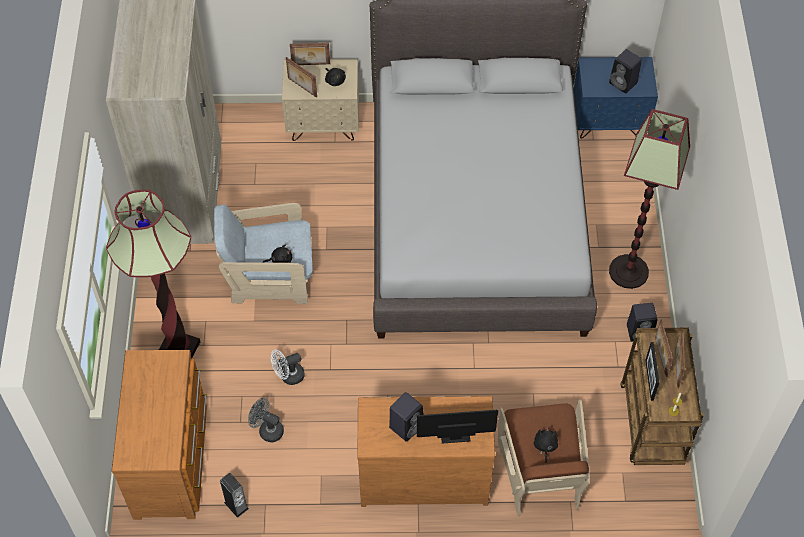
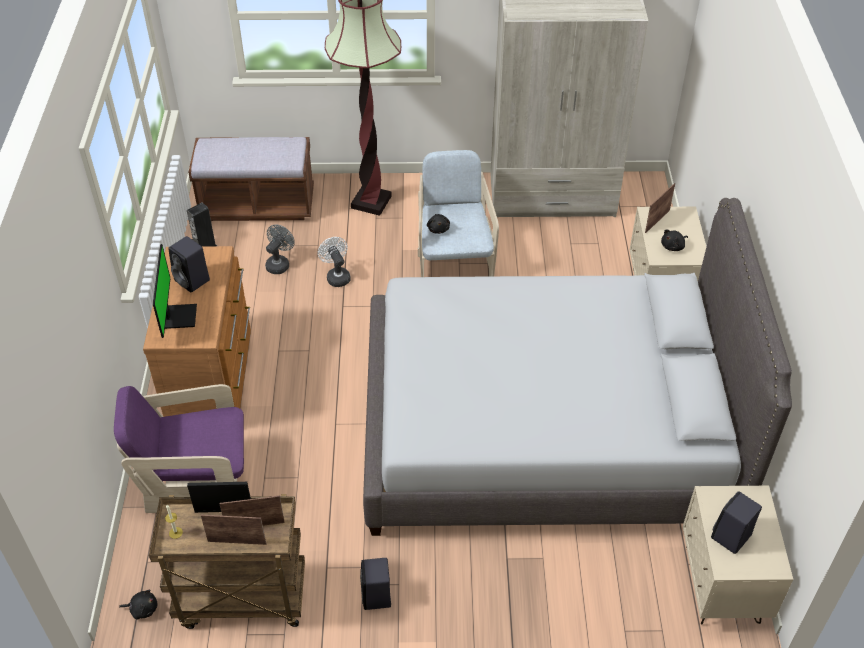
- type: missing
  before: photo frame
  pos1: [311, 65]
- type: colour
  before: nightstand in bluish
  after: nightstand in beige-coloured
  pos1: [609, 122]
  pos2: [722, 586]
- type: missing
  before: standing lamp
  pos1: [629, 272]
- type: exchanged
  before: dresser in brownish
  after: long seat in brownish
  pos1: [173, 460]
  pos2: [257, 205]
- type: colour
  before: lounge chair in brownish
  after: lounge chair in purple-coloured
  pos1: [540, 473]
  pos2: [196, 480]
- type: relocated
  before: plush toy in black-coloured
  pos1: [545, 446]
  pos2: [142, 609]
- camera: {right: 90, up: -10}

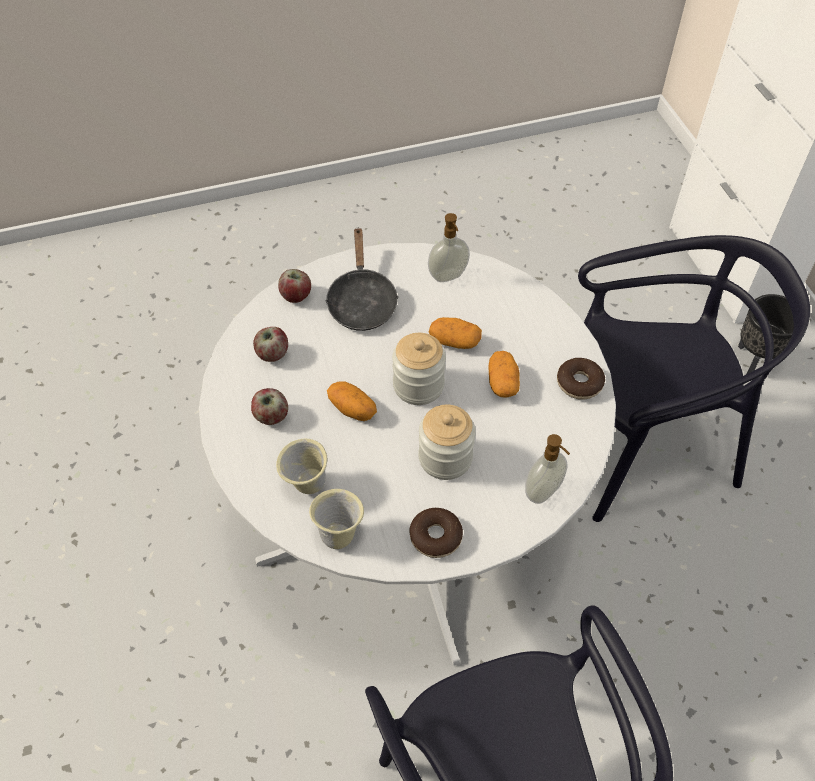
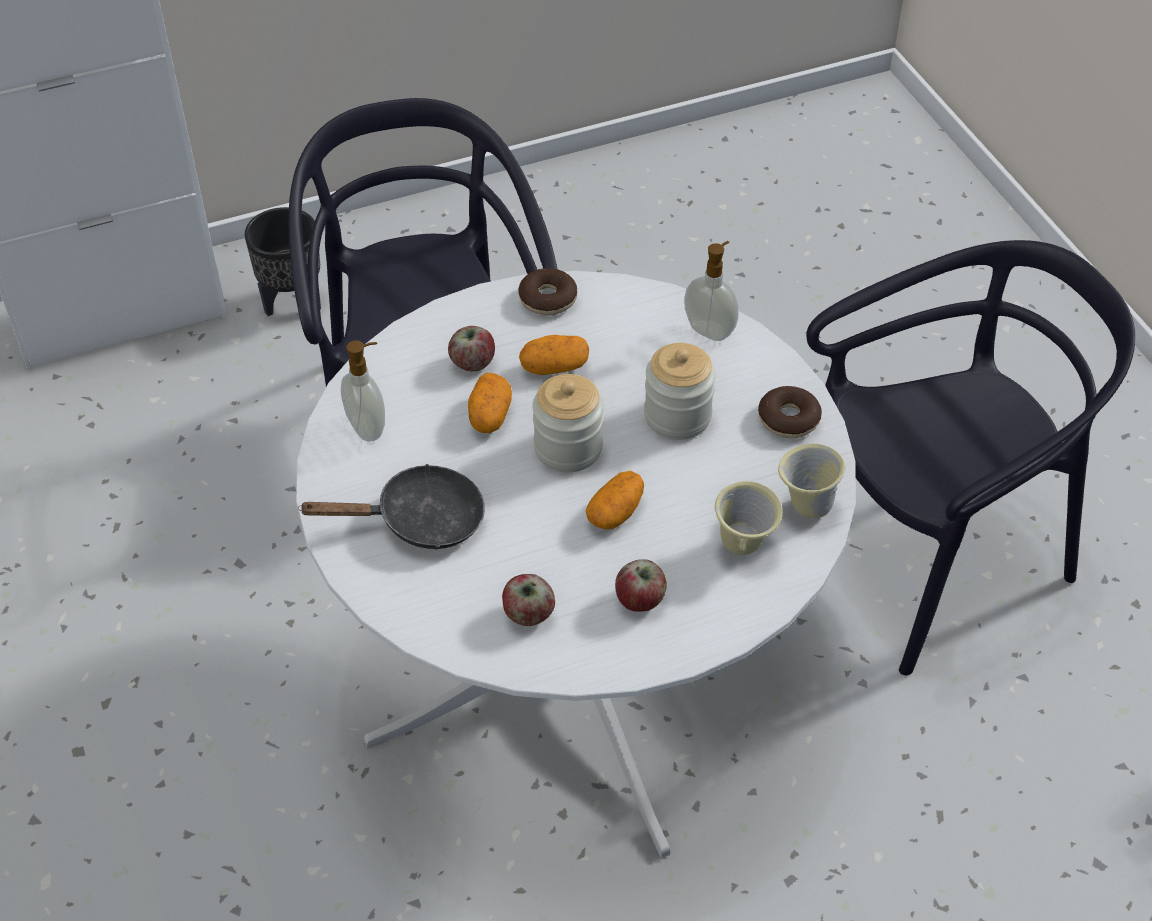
- type: relocated
  before: apple
  pos1: [296, 296]
  pos2: [472, 363]
- camera: {right: -95, up: -5}

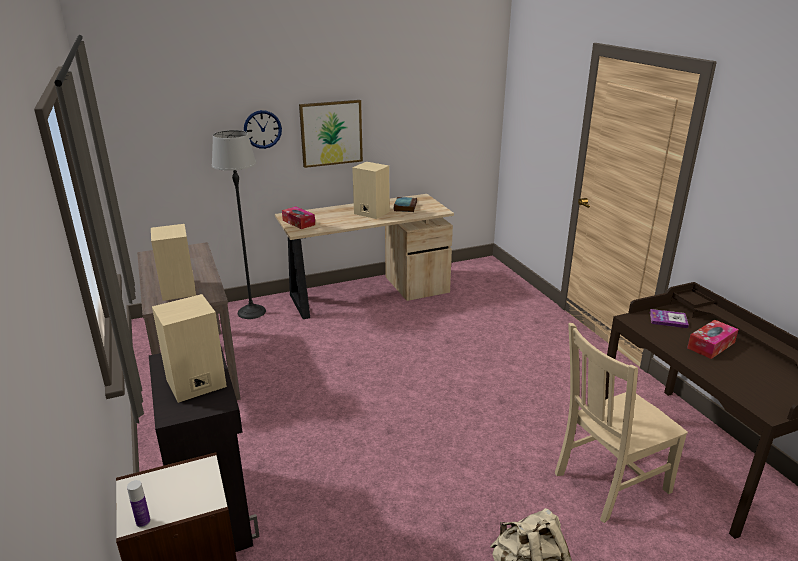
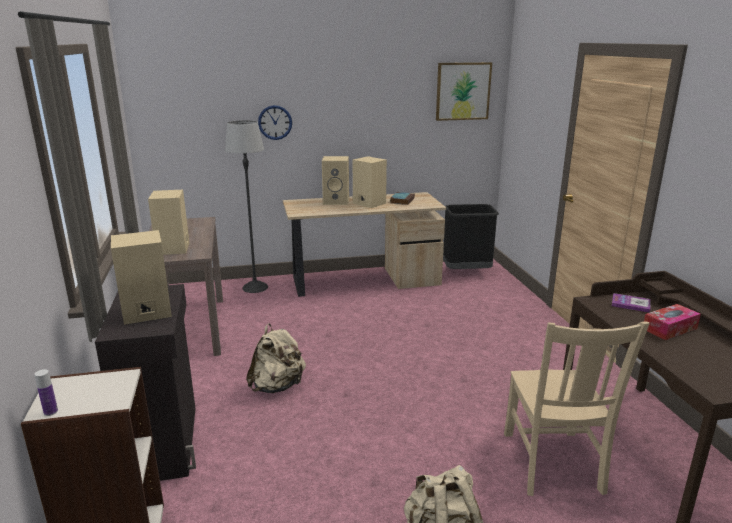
- type: relocated
  before: picture
  pos1: [331, 133]
  pos2: [463, 91]
- type: missing
  before: tissue box
  pos1: [298, 222]
- type: spun
  before: plain chair in beige-coloured
  pos1: [608, 483]
  pos2: [552, 464]
  turn: -75
- type: appeared
  after: speaker in beige-coloured
  pos2: [337, 201]
- type: appeared
  after: waste bin in black-coloured
  pos2: [466, 272]
- type: appeared
  after: knapsack in beige-coloured
  pos2: [277, 386]
- camera: {right: 10, up: -5}

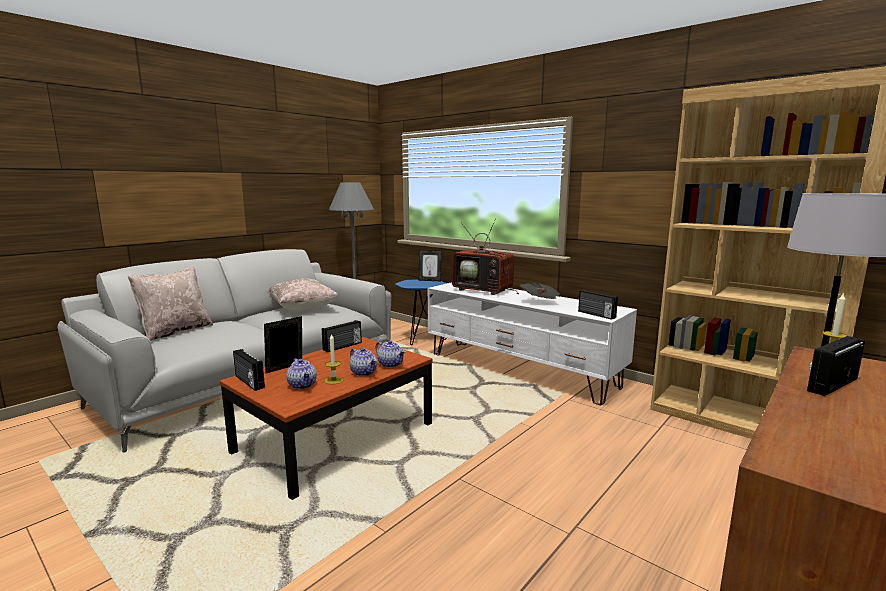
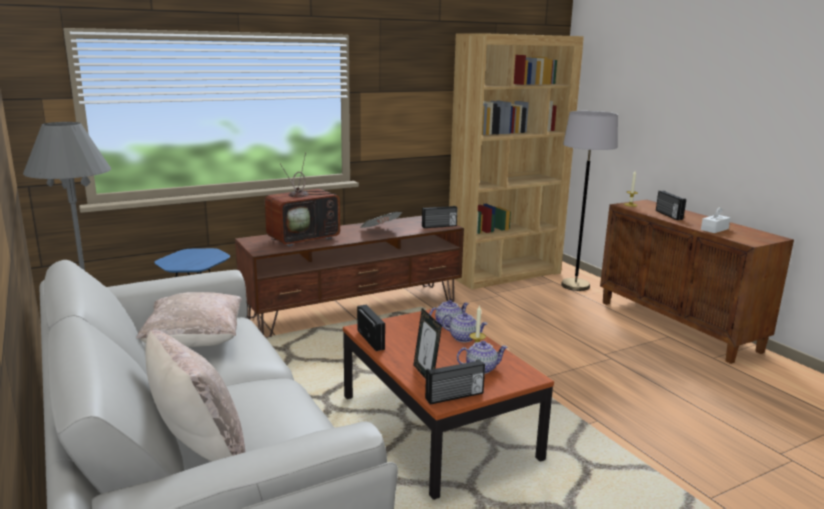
- type: missing
  before: photo frame
  pos1: [430, 280]
- type: colour
  before: tv unit in whitish
  after: tv unit in brownish
  pos1: [520, 370]
  pos2: [355, 309]
- type: spun
  before: tea pot
  pos1: [364, 373]
  pos2: [464, 338]
  turn: 45
- type: appeared
  after: tissue box in whitish
  pos2: [714, 229]
- camera: {right: -70, up: 5}

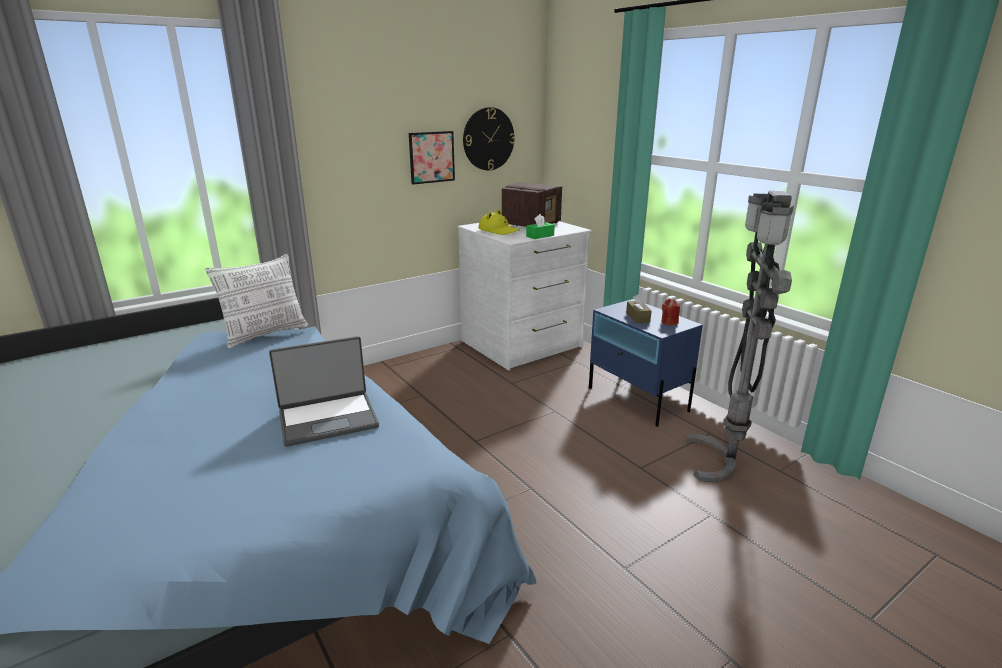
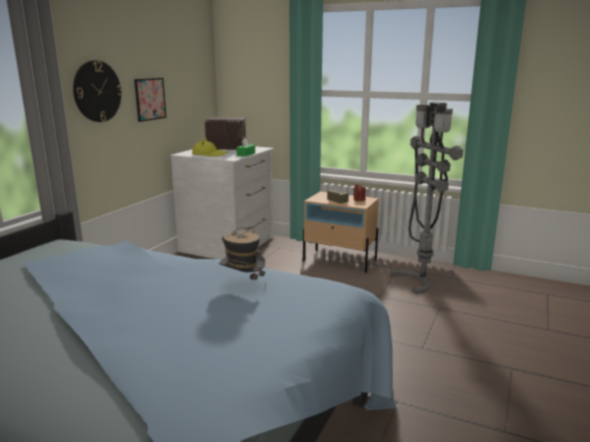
- type: relocated
  before: hanging clock
  pos1: [488, 139]
  pos2: [97, 91]
- type: missing
  before: pillow
  pos1: [265, 334]
- type: colour
  before: nightstand in bluish
  after: nightstand in beige-coloured
  pos1: [637, 399]
  pos2: [340, 260]
- type: exchanged
  before: portable computer
  after: clothing hat
  pos1: [328, 419]
  pos2: [243, 285]
- camera: {right: -30, up: -5}

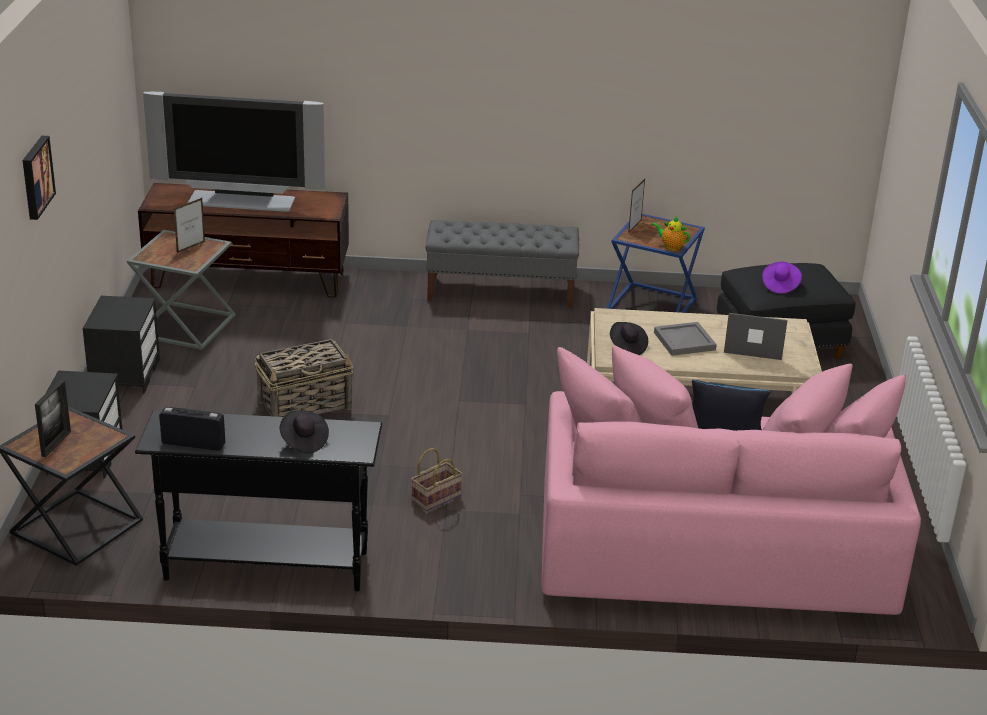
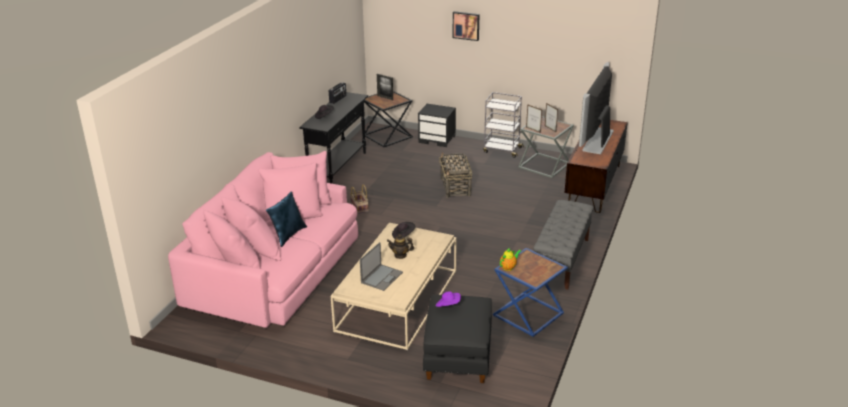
- type: relocated
  before: photo frame
  pos1: [634, 227]
  pos2: [533, 130]
- type: exchanged
  before: nightstand in black-coloured
  after: wheeled cart in greyish
  pos1: [124, 374]
  pos2: [502, 150]
- type: exchanged
  before: carrying tray in greyish
  after: tea pot
  pos1: [685, 341]
  pos2: [400, 255]
- camera: {right: 110, up: 0}

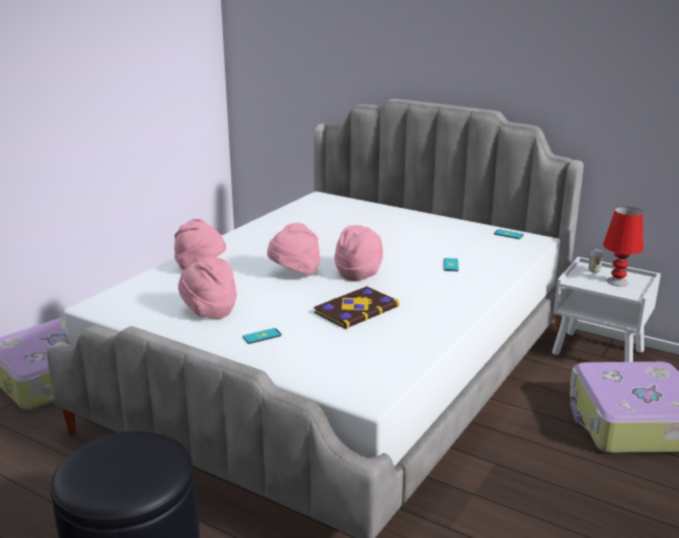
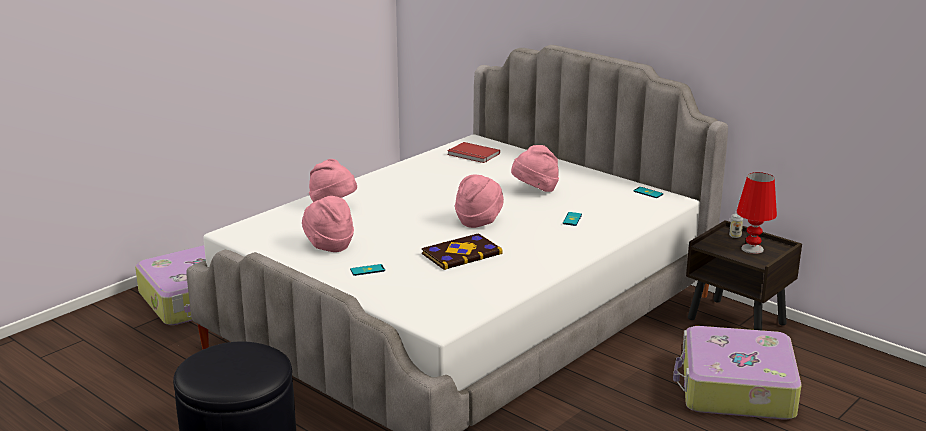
- type: relocated
  before: clothing hat in pink-coloured
  pos1: [294, 273]
  pos2: [535, 190]
- type: colour
  before: nightstand in whitish
  after: nightstand in brownish
  pos1: [599, 353]
  pos2: [737, 322]
- type: appeared
  after: bound book in red-coloured
  pos2: [473, 155]
- camera: {right: 10, up: 0}

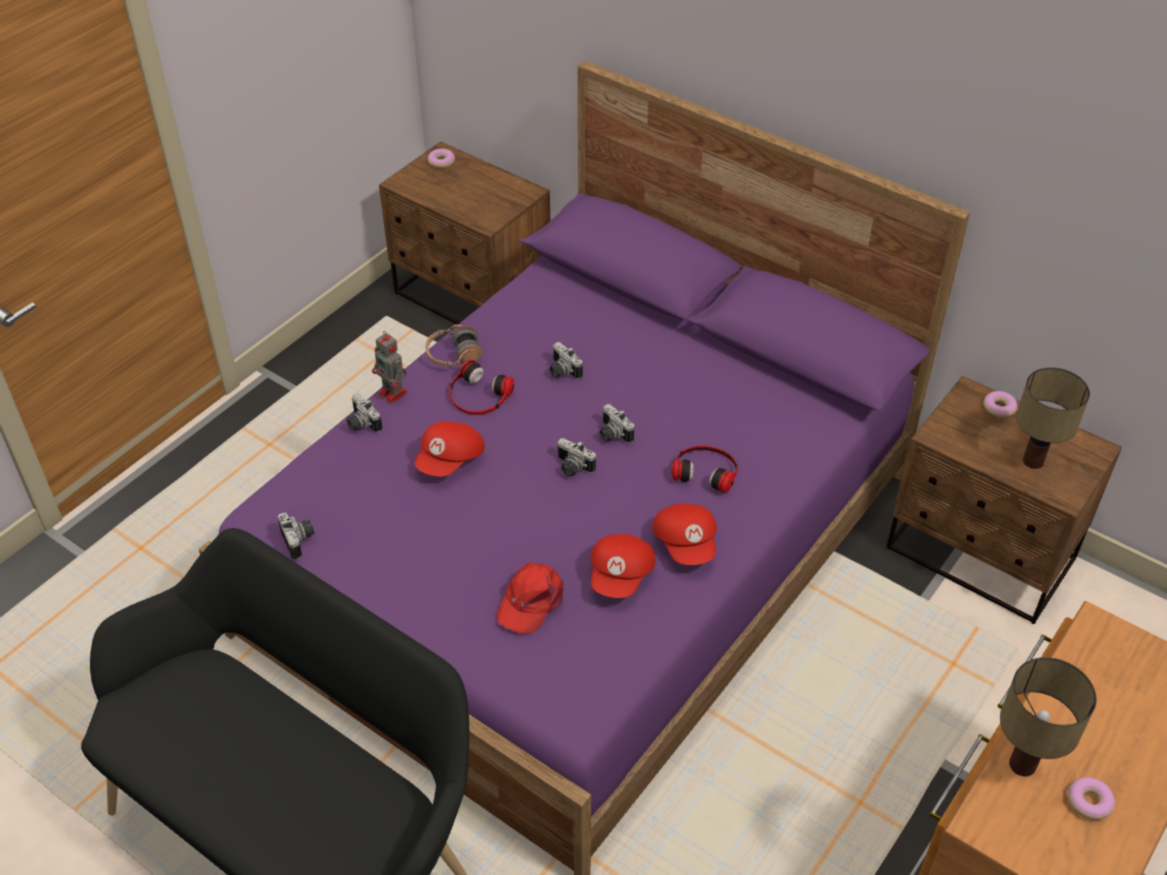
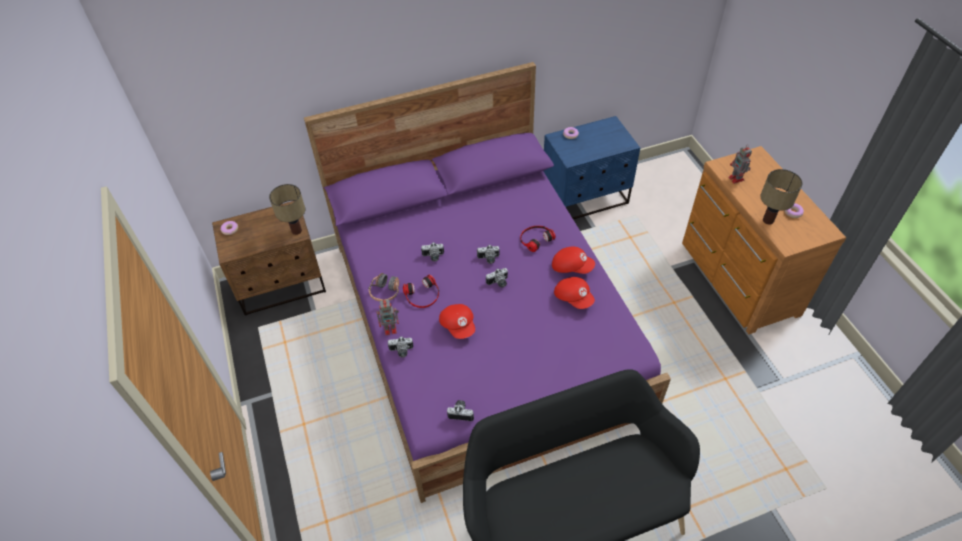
- type: relocated
  before: lamp for a table
  pos1: [1033, 462]
  pos2: [297, 231]
- type: colour
  before: nightstand in brownish
  after: nightstand in bluish
  pos1: [980, 555]
  pos2: [585, 198]
- type: missing
  before: baseball cap in red-coloured
  pos1: [531, 601]
- type: appeared
  after: robot figure
  pos2: [736, 179]
- camera: {right: -55, up: 5}

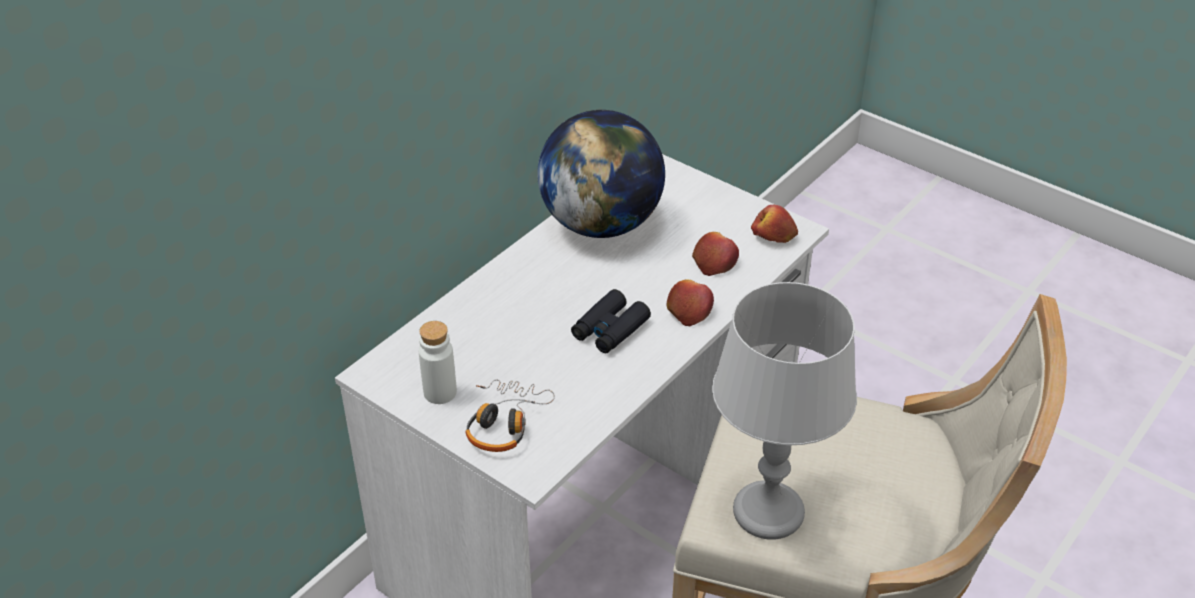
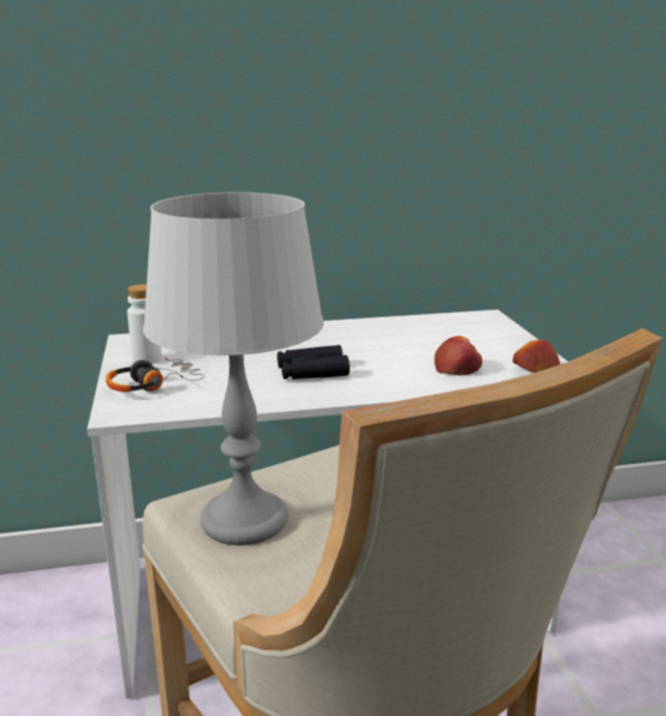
- type: missing
  before: globe
  pos1: [601, 224]
- type: missing
  before: apple
  pos1: [689, 309]
- camera: {right: 40, up: -20}

